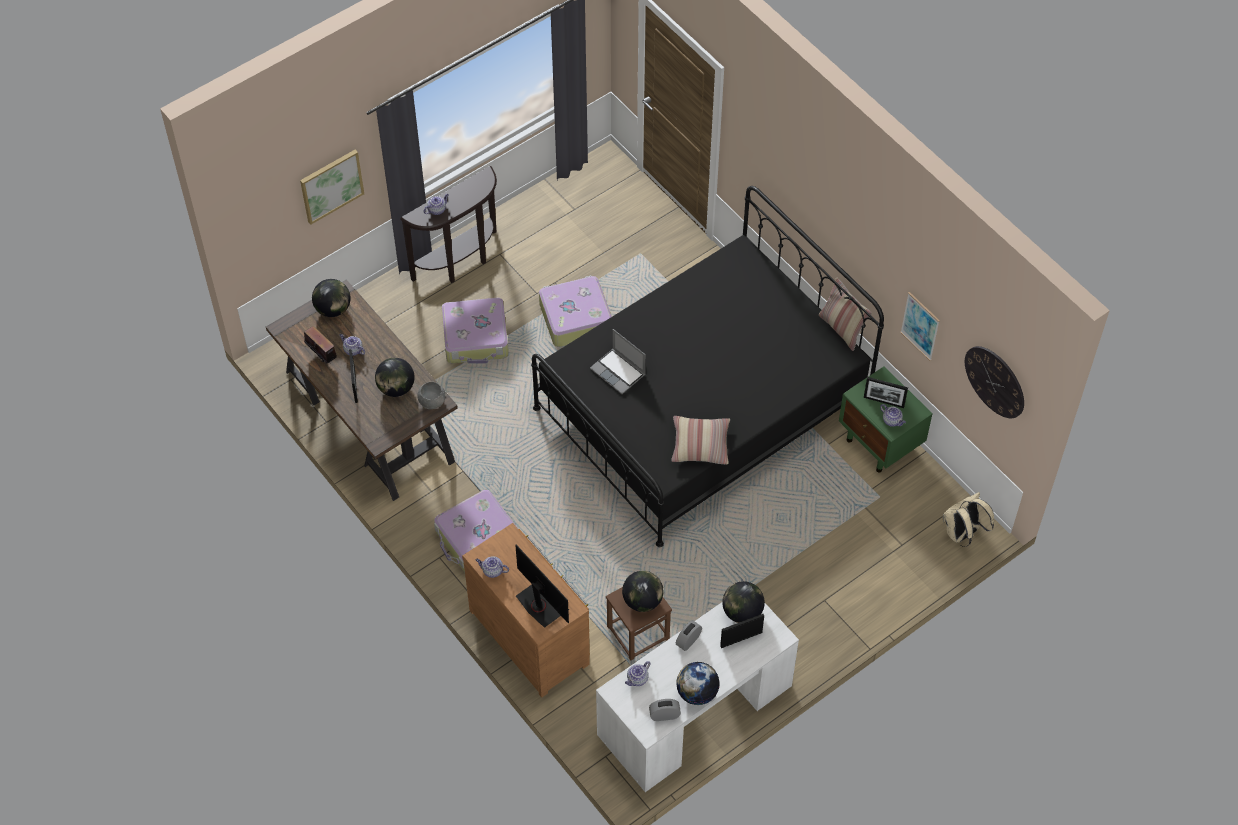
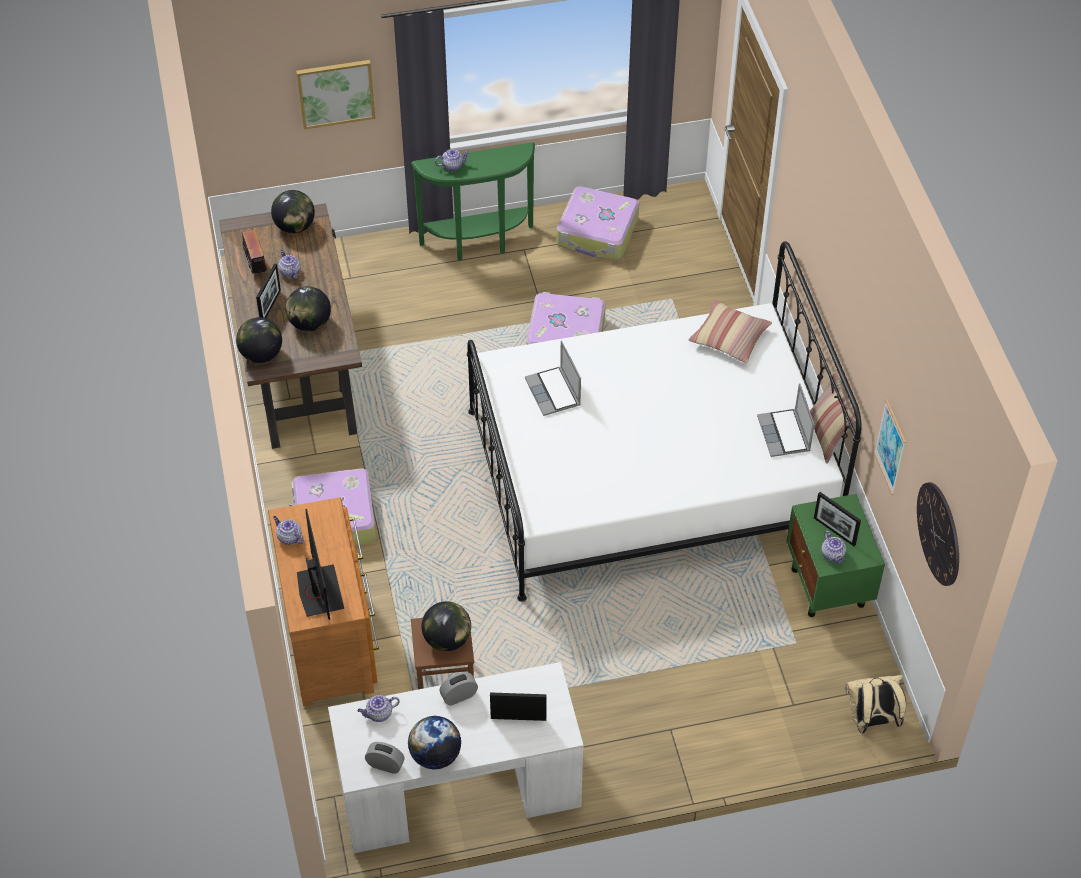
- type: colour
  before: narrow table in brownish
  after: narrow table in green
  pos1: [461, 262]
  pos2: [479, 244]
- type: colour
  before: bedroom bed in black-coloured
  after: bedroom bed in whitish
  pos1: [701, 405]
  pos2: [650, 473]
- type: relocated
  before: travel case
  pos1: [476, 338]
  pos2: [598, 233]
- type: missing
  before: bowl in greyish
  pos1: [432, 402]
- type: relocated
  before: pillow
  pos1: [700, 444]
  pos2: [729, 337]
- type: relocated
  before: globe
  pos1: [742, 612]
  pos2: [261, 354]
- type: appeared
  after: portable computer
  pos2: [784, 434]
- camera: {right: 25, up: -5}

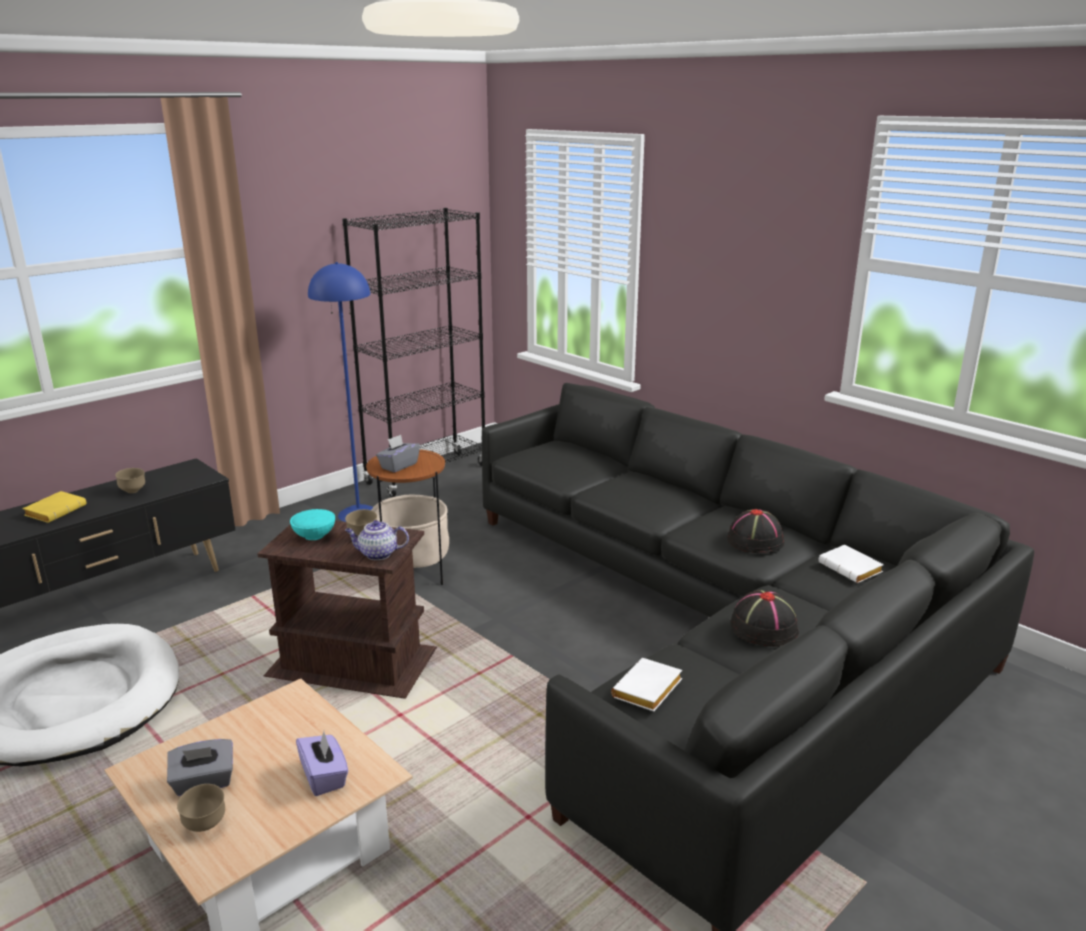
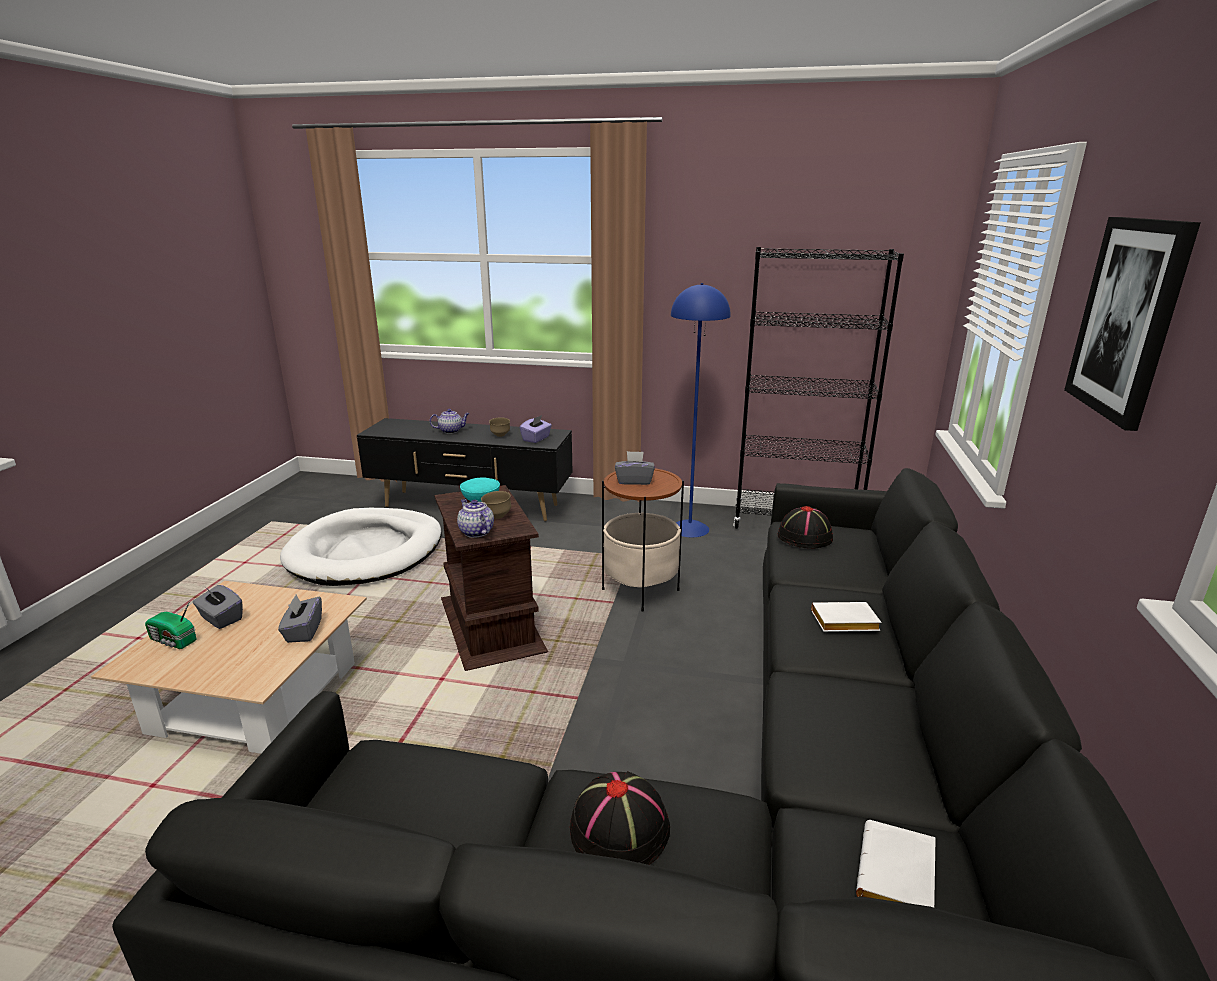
- type: exchanged
  before: bound book in yellow
  after: tea pot
  pos1: [56, 511]
  pos2: [451, 431]
- type: relocated
  before: clothing hat in black-coloured
  pos1: [756, 540]
  pos2: [805, 537]
- type: relocated
  before: bound book in whitish
  pos1: [648, 691]
  pos2: [843, 623]
- type: relocated
  before: tissue box in purple-coloured
  pos1: [324, 777]
  pos2: [536, 439]
- type: exchanged
  before: bowl in brownish
  after: radio receiver
  pos1: [205, 825]
  pos2: [173, 641]
- type: appeared
  after: picture
  pos2: [1128, 319]
- type: appeared
  after: tissue box in greyish
  pos2: [303, 631]
- camera: {right: 55, up: 0}

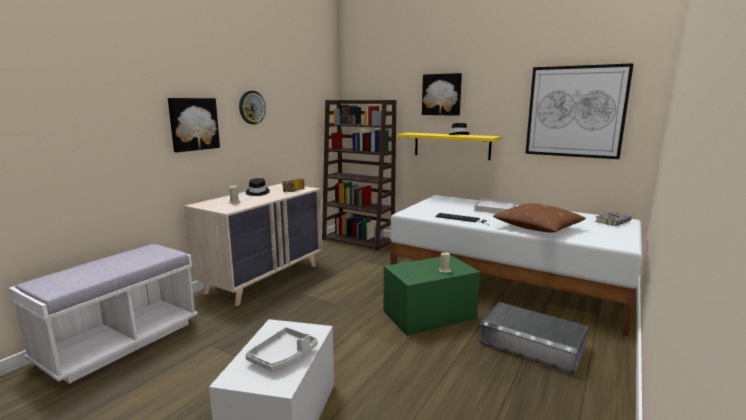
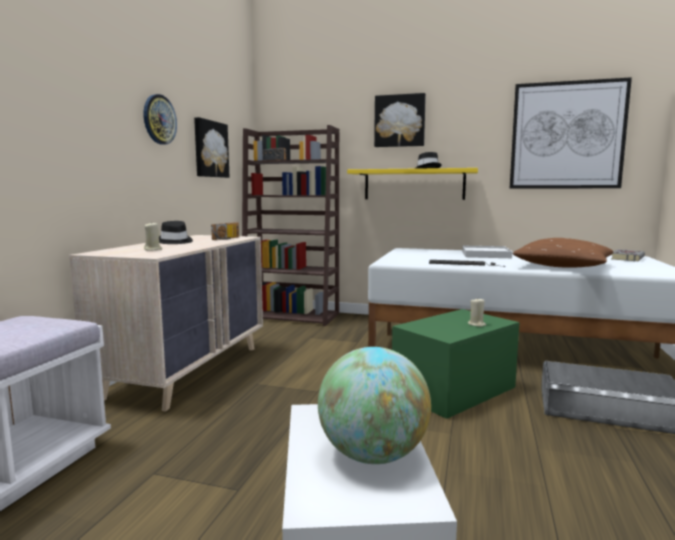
- type: relocated
  before: picture
  pos1: [193, 124]
  pos2: [210, 149]
- type: exchanged
  before: carrying tray in greyish
  after: globe
  pos1: [283, 357]
  pos2: [373, 455]
- camera: {right: -15, up: -5}

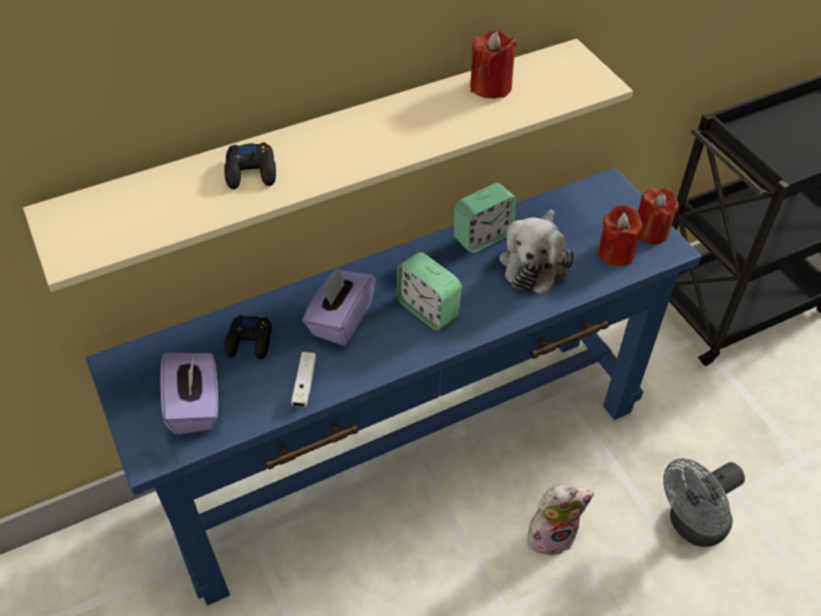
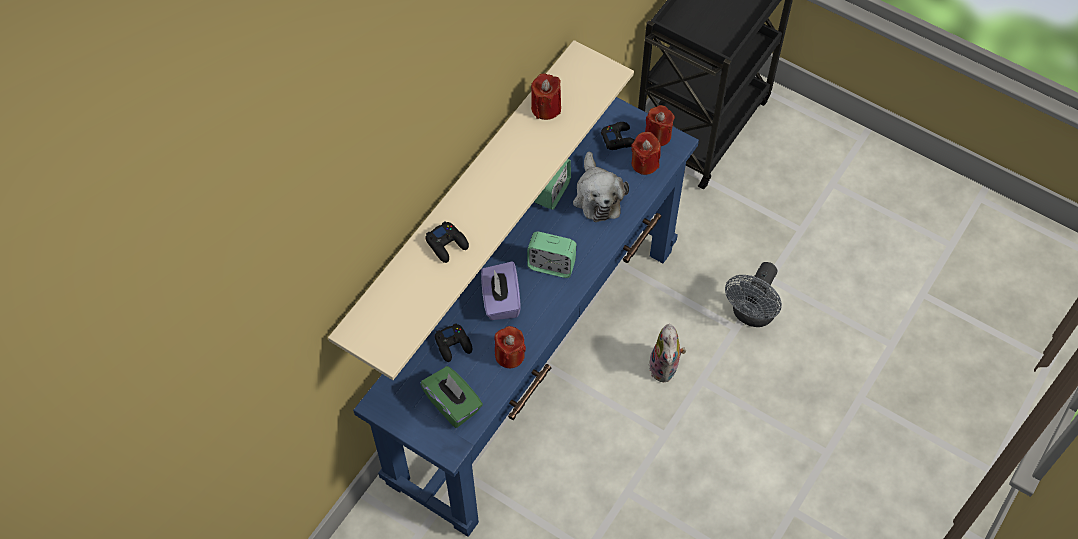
- type: exchanged
  before: game controller in whitish
  after: wax candle in red-coloured
  pos1: [304, 384]
  pos2: [509, 355]
- type: colour
  before: tissue box in purple-coloured
  after: tissue box in green
  pos1: [196, 406]
  pos2: [453, 404]
- type: spun
  before: plush toy
  pos1: [551, 534]
  pos2: [665, 368]
  turn: 135
- type: appeared
  after: game controller in black-coloured
  pos2: [618, 139]
- camera: {right: -30, up: 10}

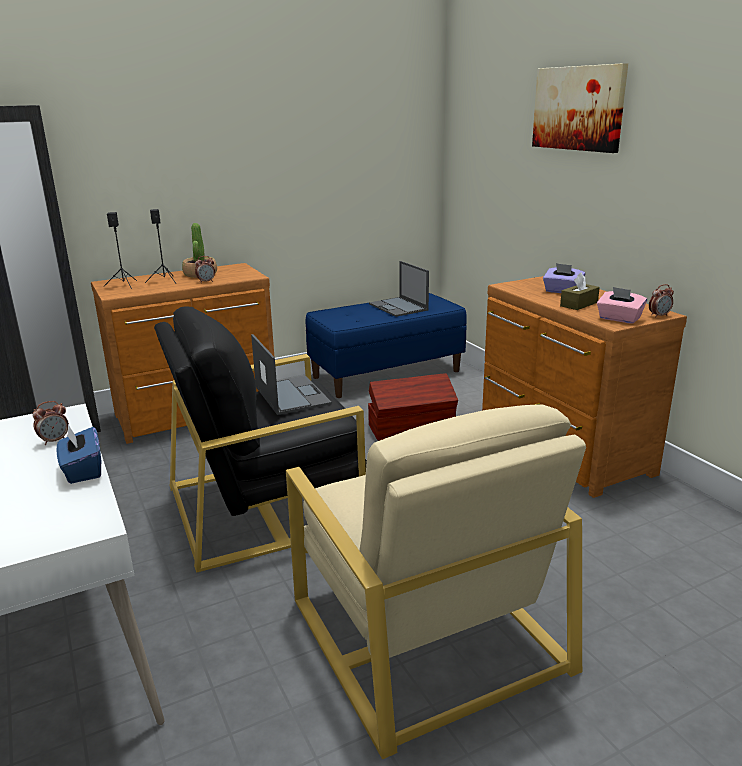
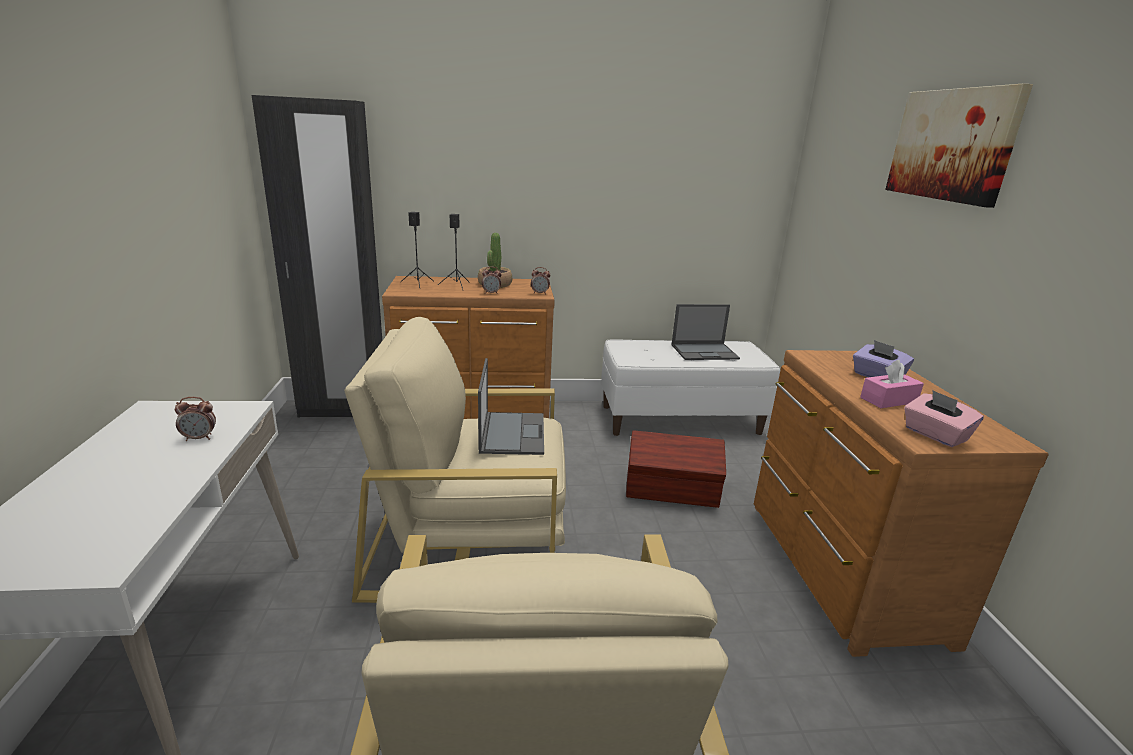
- type: spun
  before: portable computer
  pos1: [399, 307]
  pos2: [705, 352]
  turn: -90
- type: colour
  before: tissue box in brownish
  after: tissue box in pink-coloured
  pos1: [579, 304]
  pos2: [888, 400]
- type: relocated
  before: alarm clock
  pos1: [659, 316]
  pos2: [540, 293]
- type: colour
  before: long seat in bluish
  after: long seat in whitish
  pos1: [387, 374]
  pos2: [680, 419]
- type: colour
  before: lounge chair in black-coloured
  after: lounge chair in beige-coloured
  pos1: [266, 504]
  pos2: [468, 541]
- type: missing
  before: tissue box in bluish
  pos1: [82, 470]
- camera: {right: 20, up: 0}

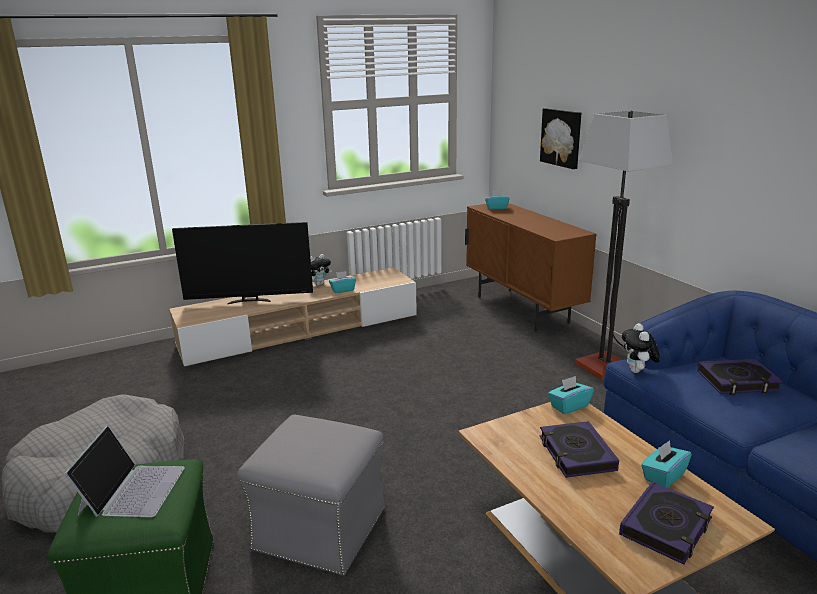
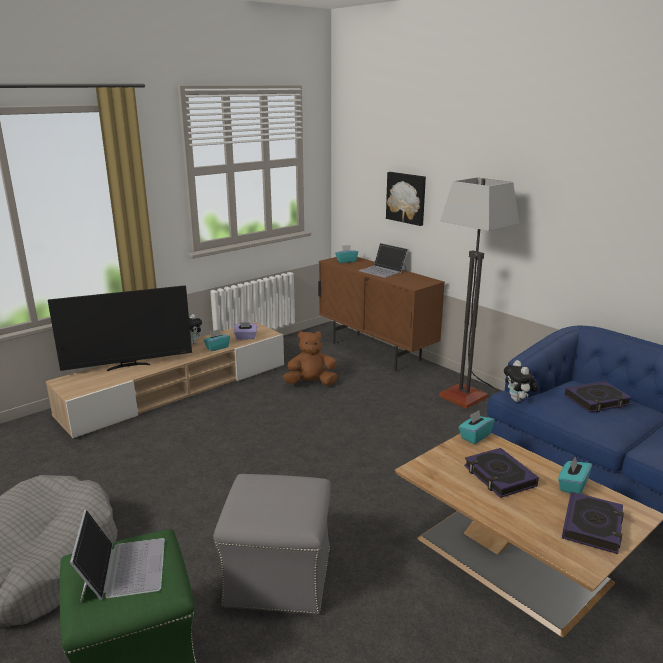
- type: appeared
  after: portable computer
  pos2: [383, 270]
- type: appeared
  after: tissue box in purple-coloured
  pos2: [245, 337]
- type: appeared
  after: plush toy in brownish
  pos2: [311, 383]
- camera: {right: -15, up: 0}

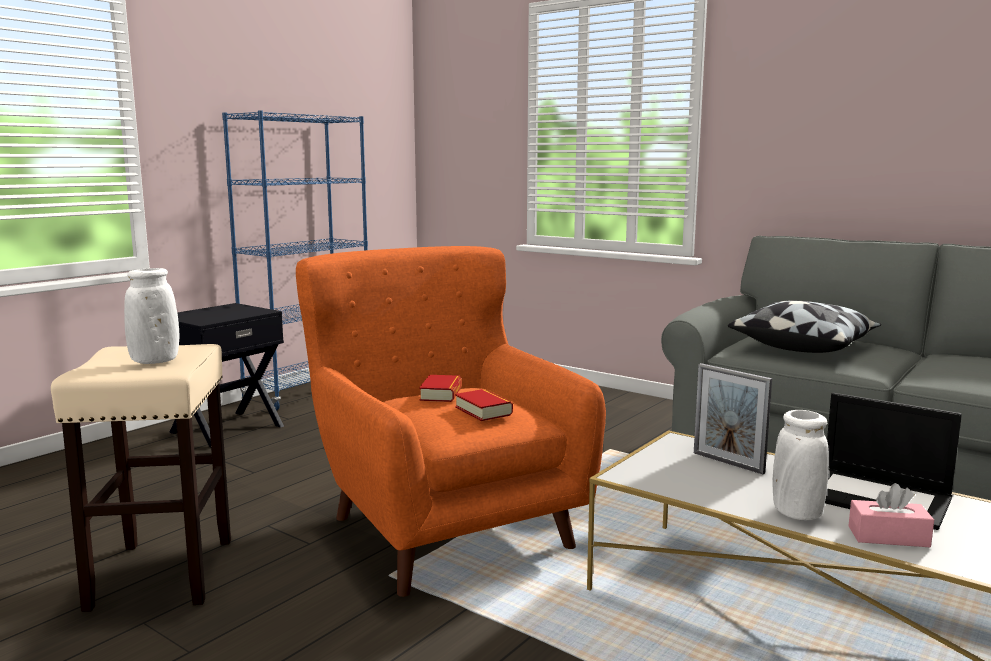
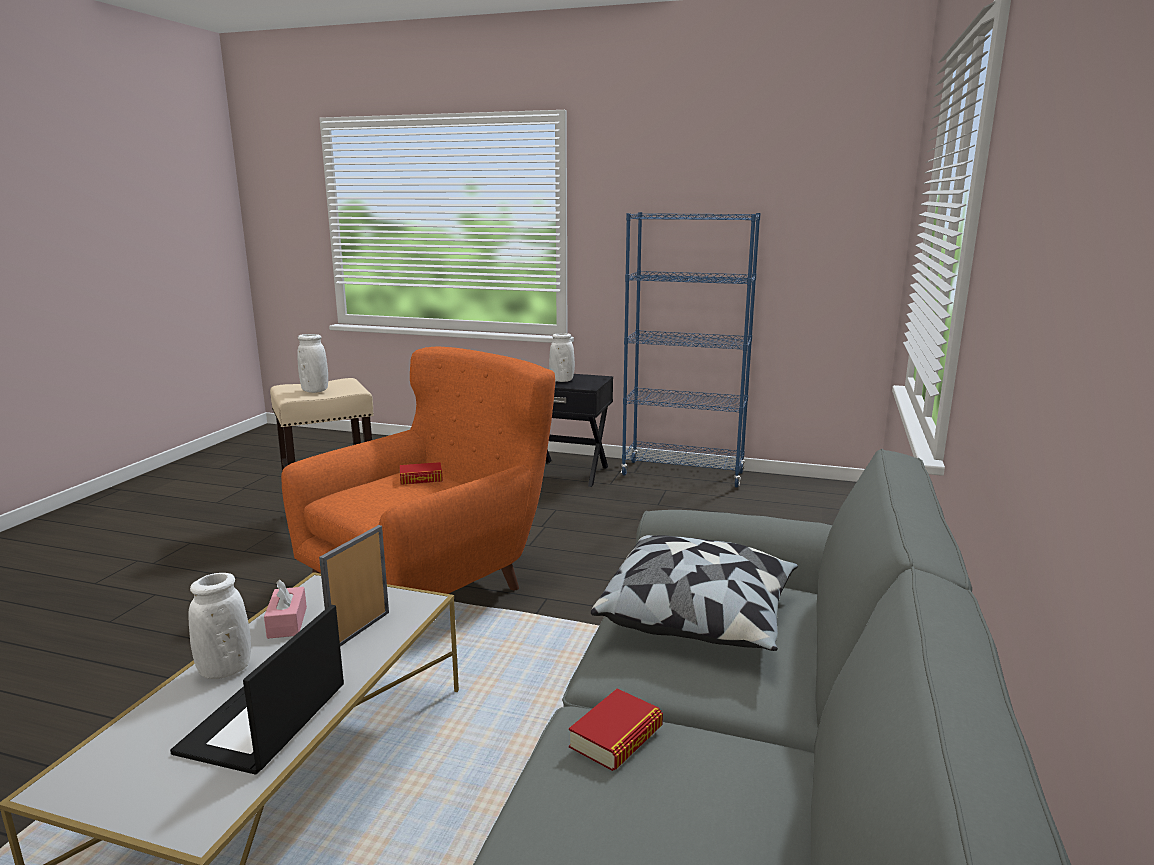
- type: relocated
  before: bound book
  pos1: [483, 411]
  pos2: [616, 737]
- type: relocated
  before: tissue box in pink-coloured
  pos1: [888, 536]
  pos2: [287, 622]
- type: appeared
  after: decorative vase in whitish
  pos2: [562, 380]
- camera: {right: 70, up: 5}

